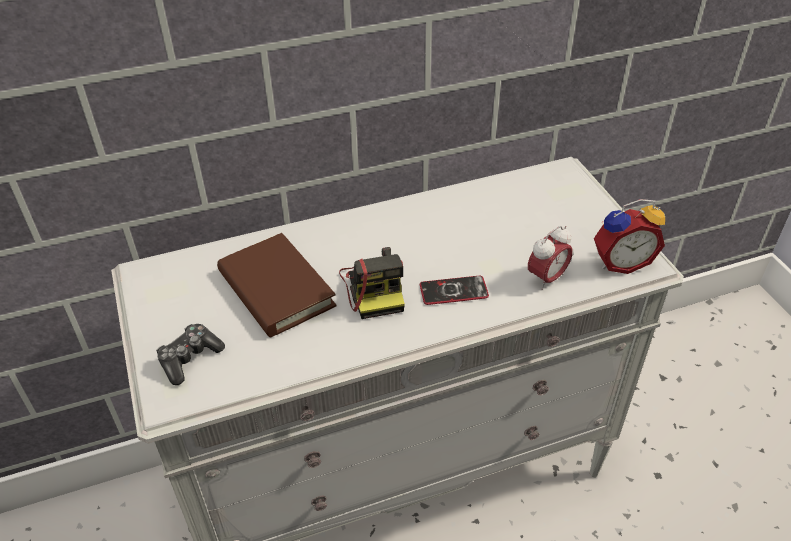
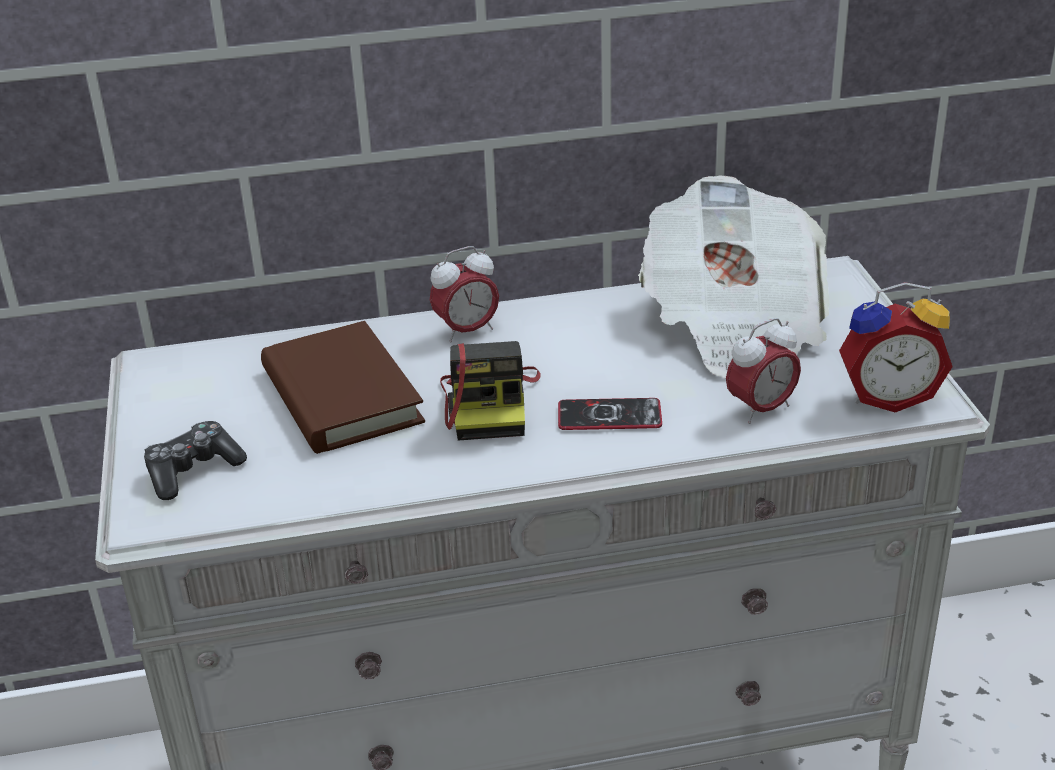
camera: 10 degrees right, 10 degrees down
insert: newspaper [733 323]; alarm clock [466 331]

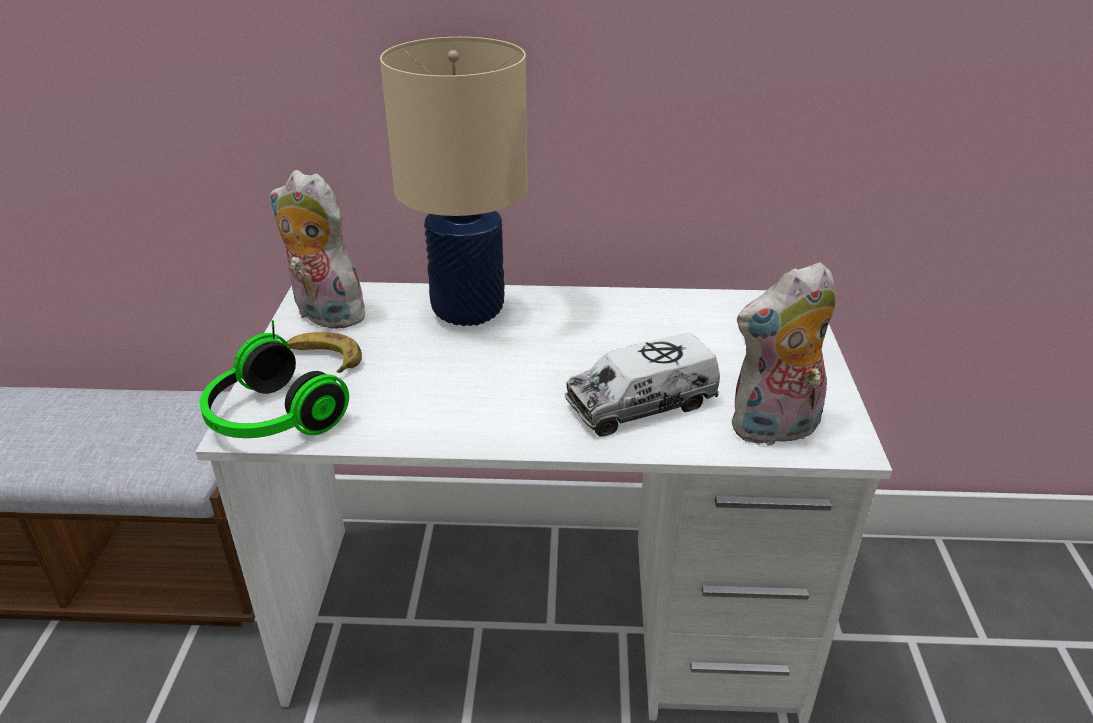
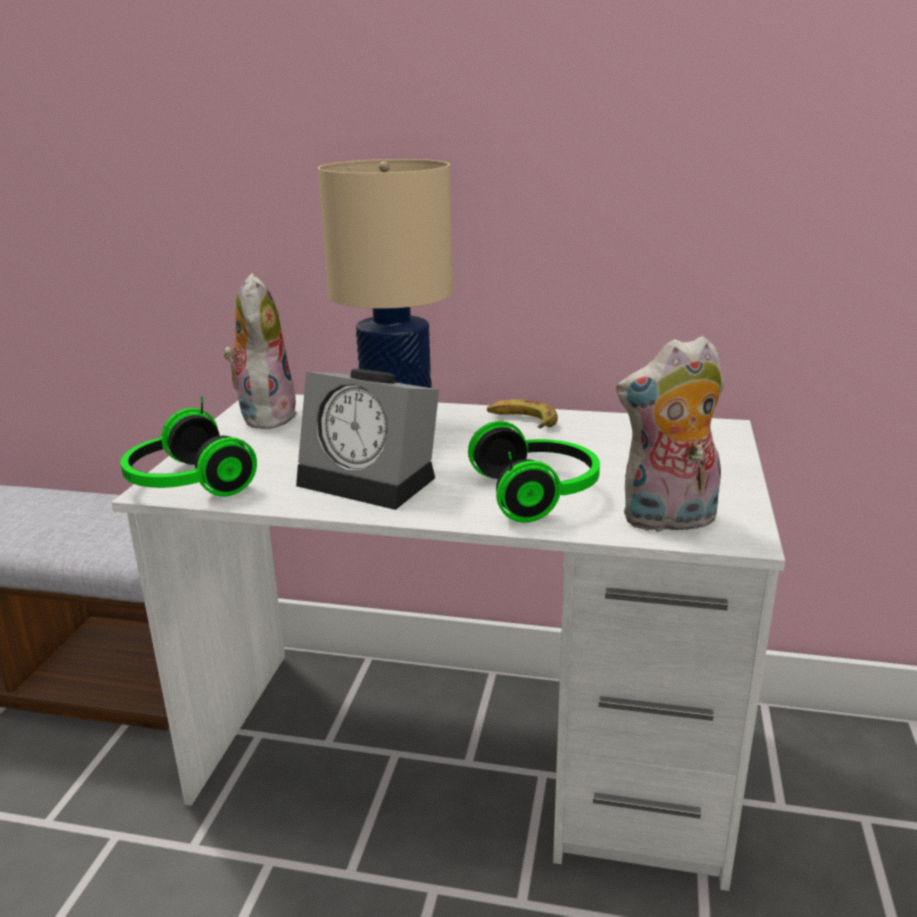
camera: 10 degrees right, 10 degrees down
insert: alarm clock [373 480]
move: banana [324 358] to [521 421]
replace: toy truck [641 404] to headphones [539 494]
rotate: plush toy [324 315] = [264 415] 45 degrees clockwise

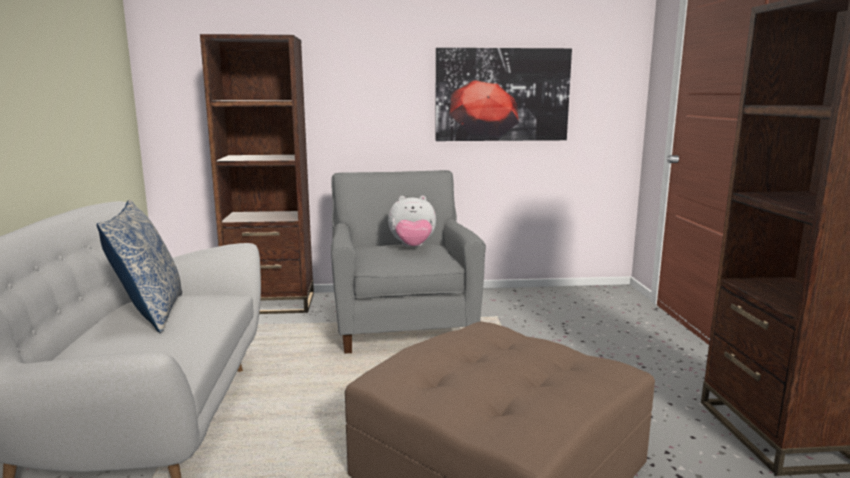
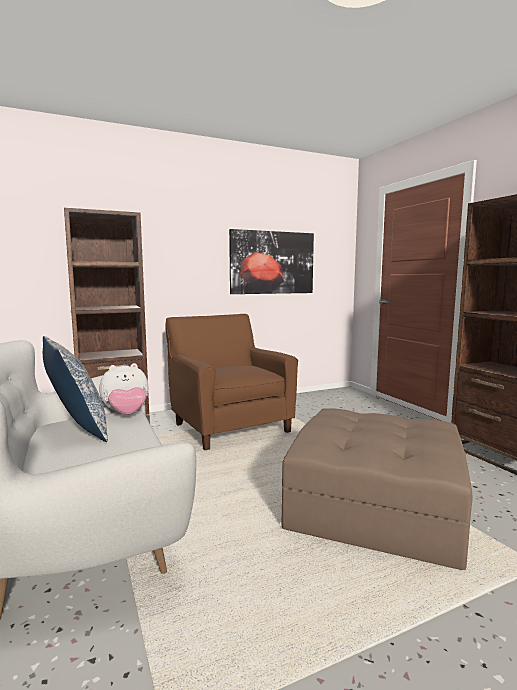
camera: 20 degrees left, 5 degrees down
move: plush toy [412 247] to [126 414]
recolor: grey armchair [401 324] to brown armchair [228 426]

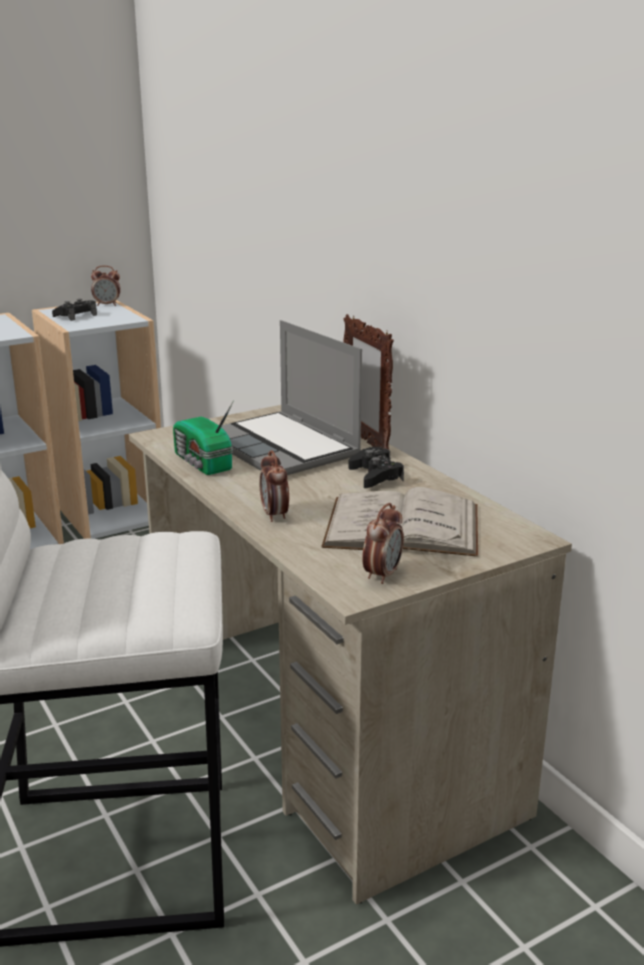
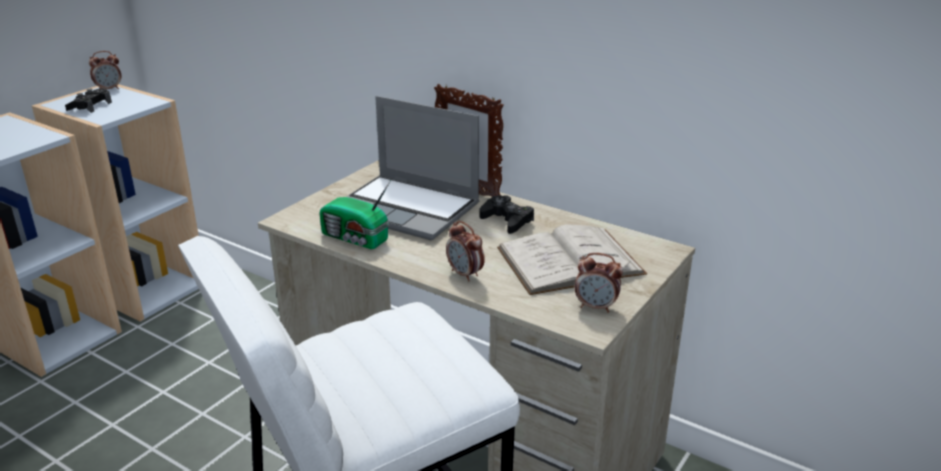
camera: 25 degrees left, 5 degrees up
rotate: alarm clock [382 574] = [596 307] 105 degrees clockwise

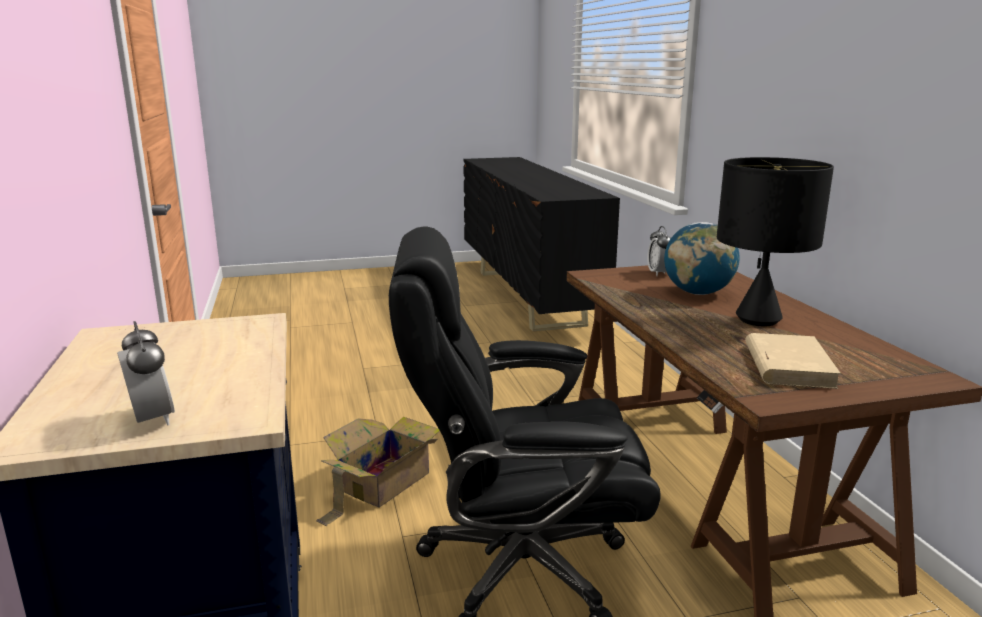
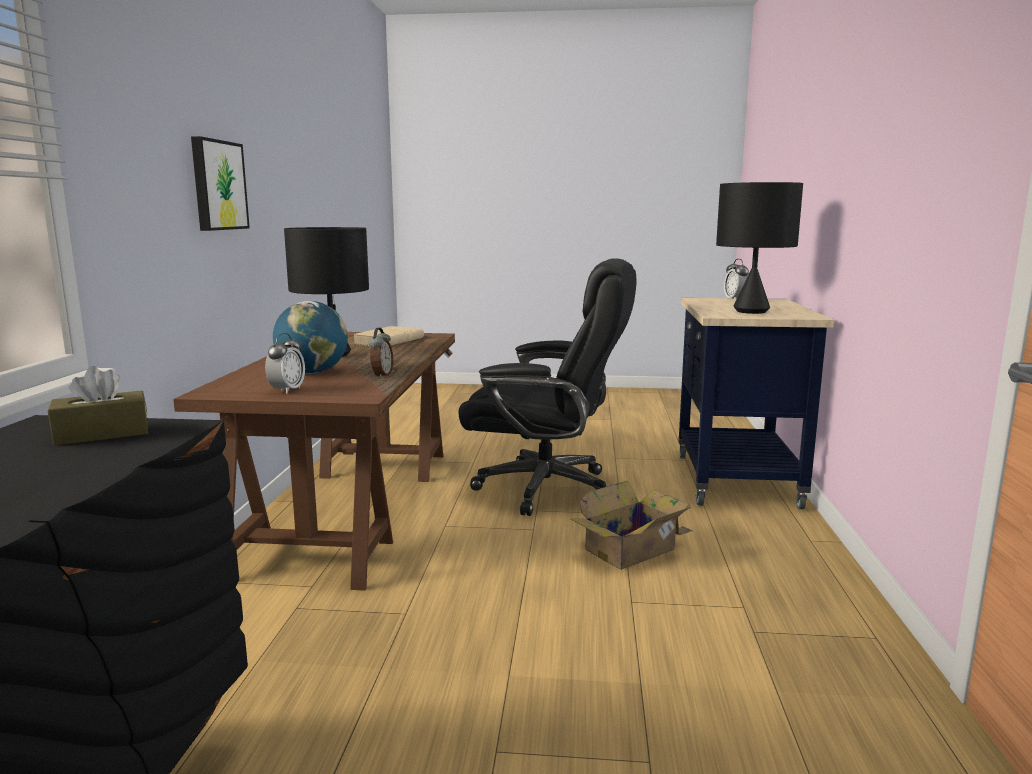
camera: 160 degrees left, 5 degrees down
insert: picture [217 185]; black table lamp [751 311]; alarm clock [381 375]; brown tissue box [102 434]

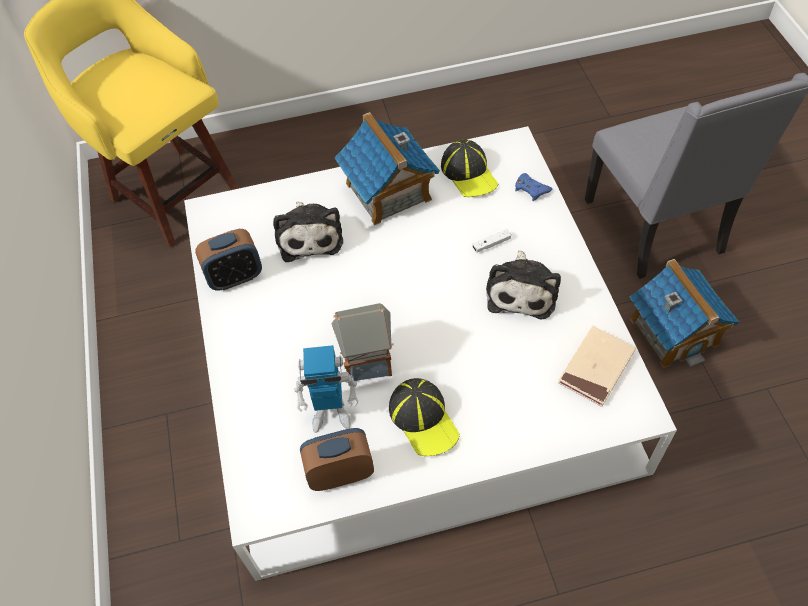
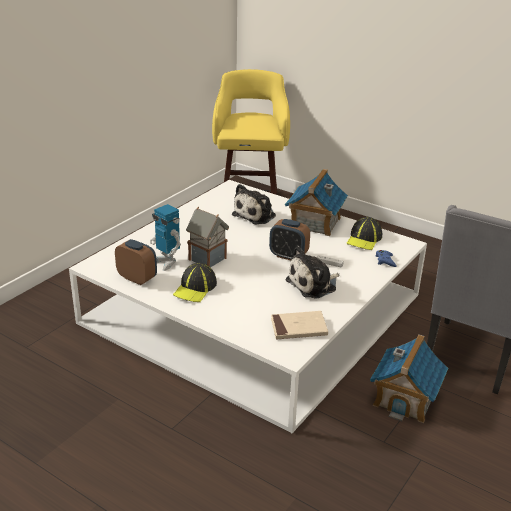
camera: 45 degrees right, 25 degrees down
move: alarm clock [235 277] to [288 256]

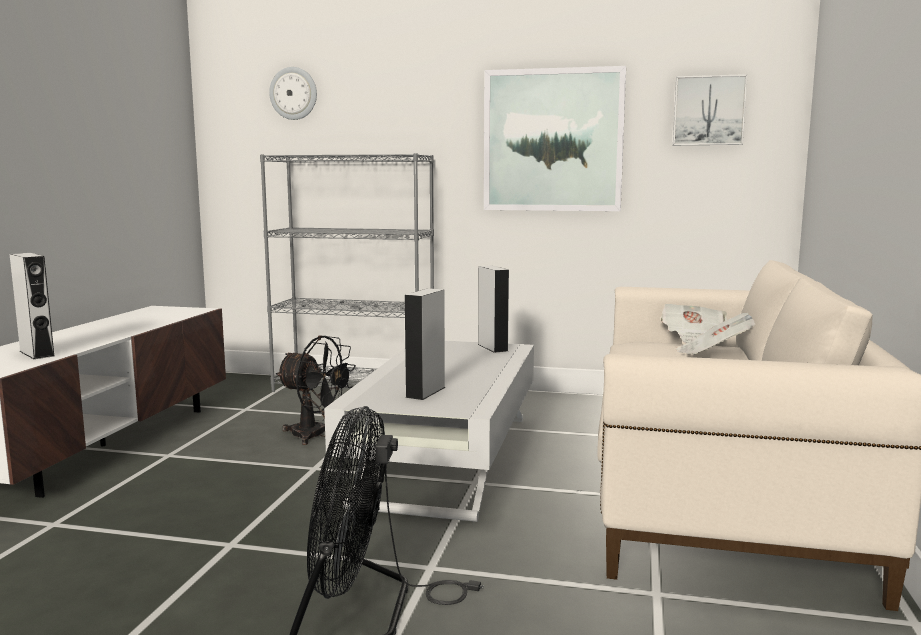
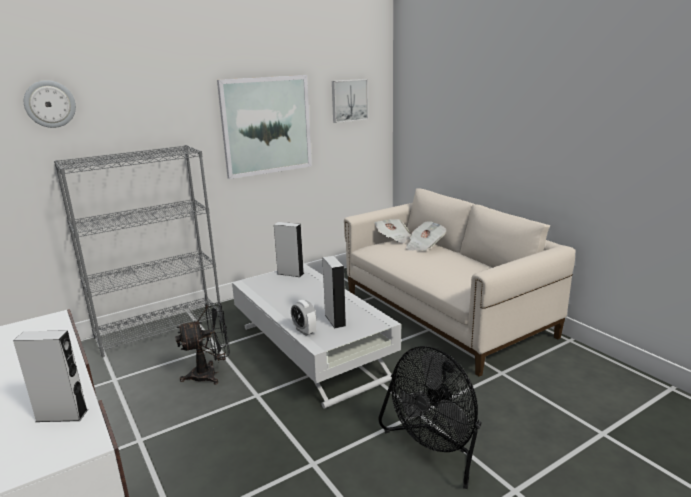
camera: 45 degrees left, 10 degrees up
insert: alarm clock [304 331]

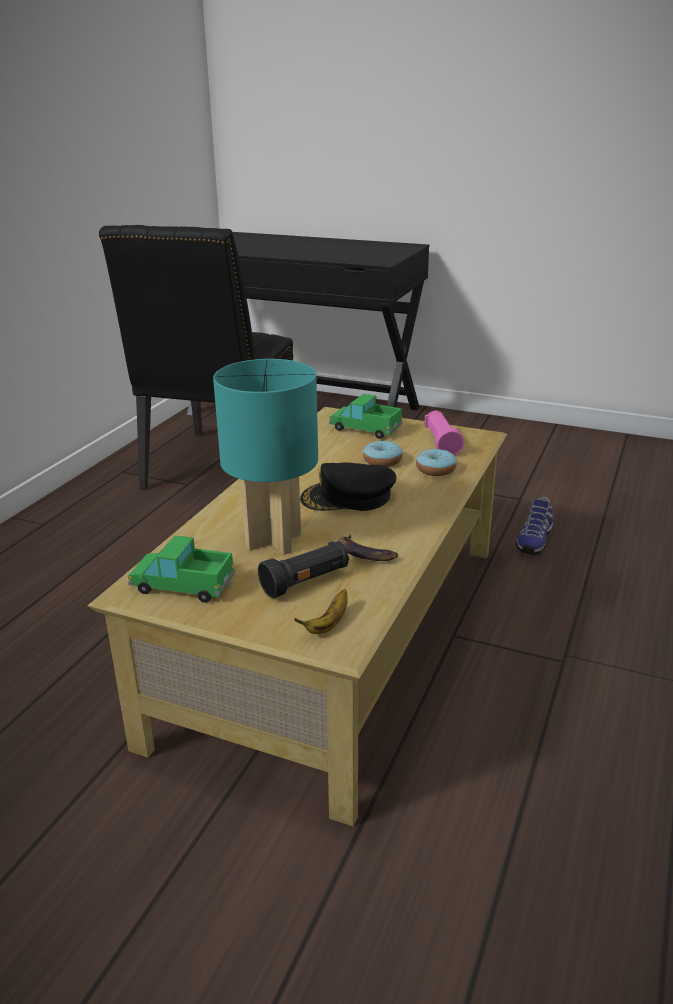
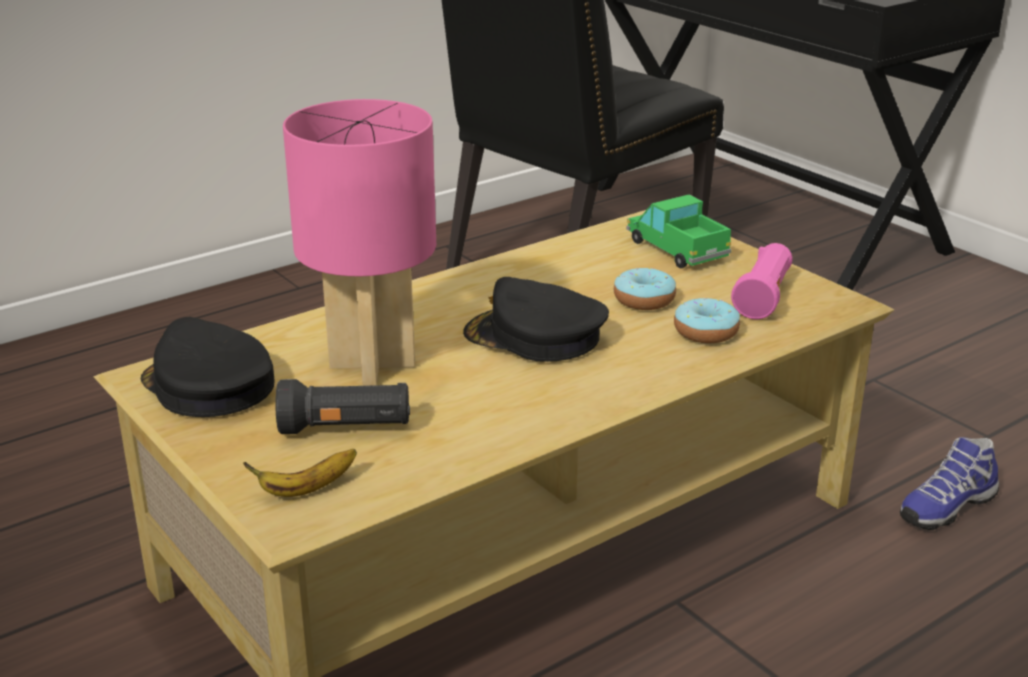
camera: 30 degrees right, 0 degrees up
delete: banana [365 553]
replace: toy truck [183 585] to black cap [208 385]
recolor: turquoise table lamp [274 541] to pink table lamp [373 365]

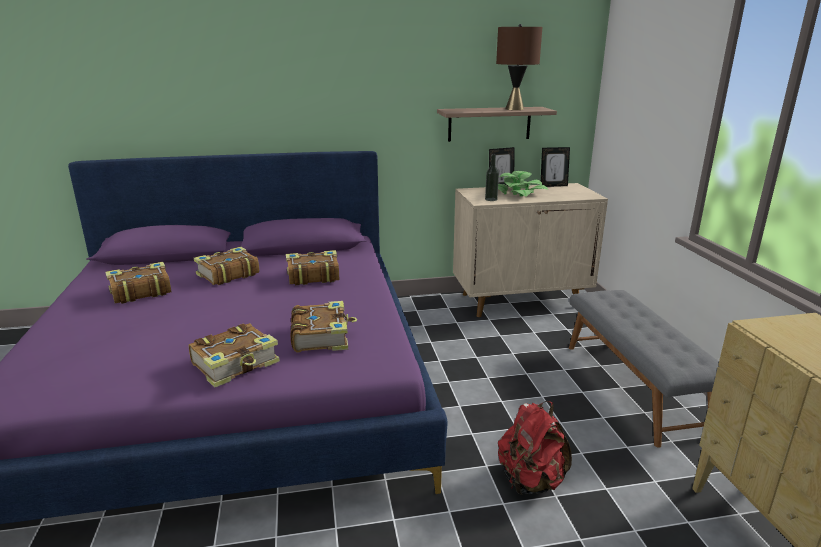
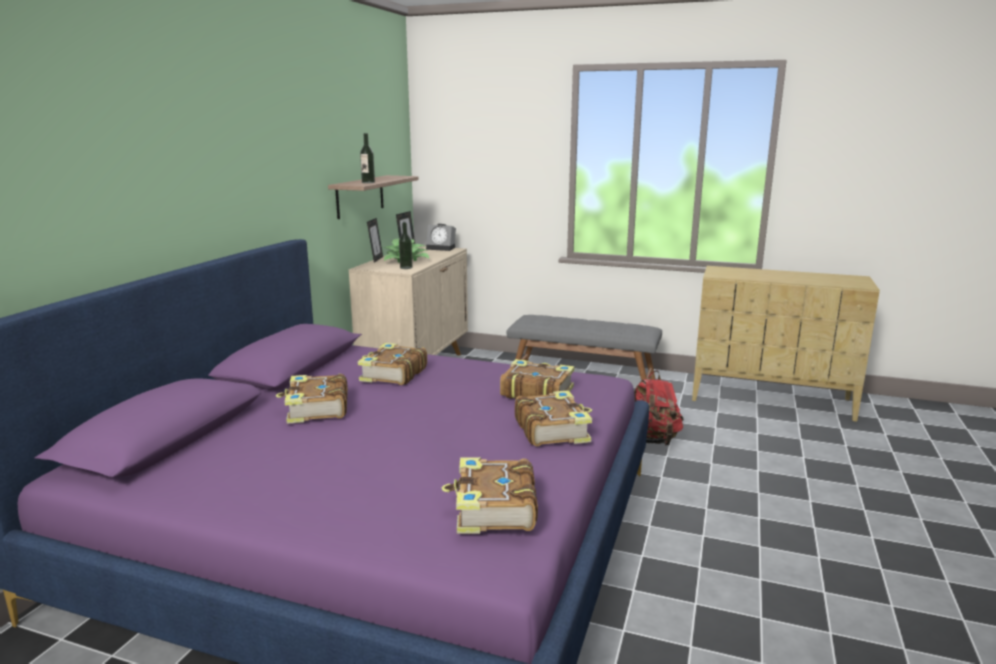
camera: 60 degrees left, 5 degrees down
delete: brown table lamp [514 109]
insert: bottle [368 182]; alarm clock [442 248]
move: book [140 291] to [493 509]

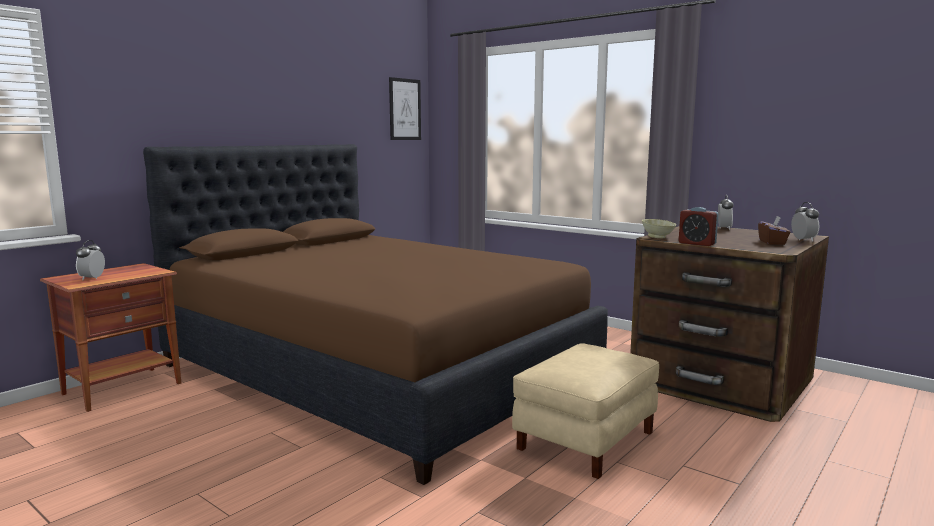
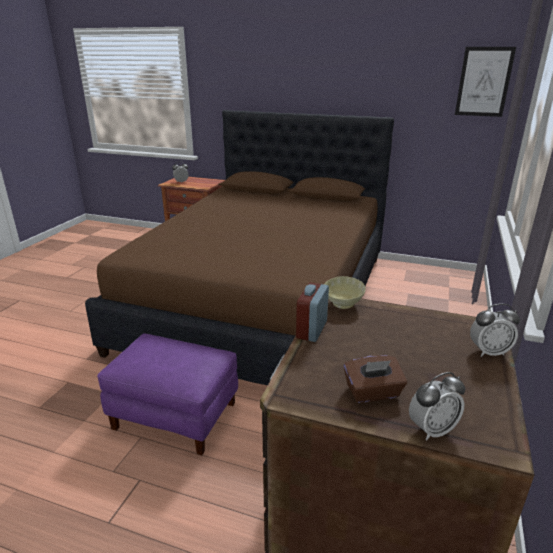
camera: 70 degrees right, 15 degrees up
recolor: beige ottoman [585 440] to purple ottoman [176 415]

